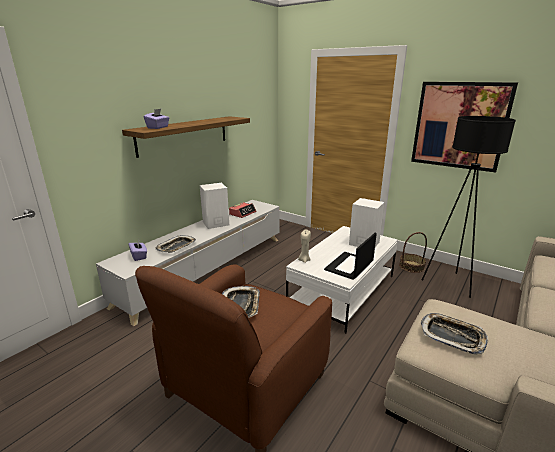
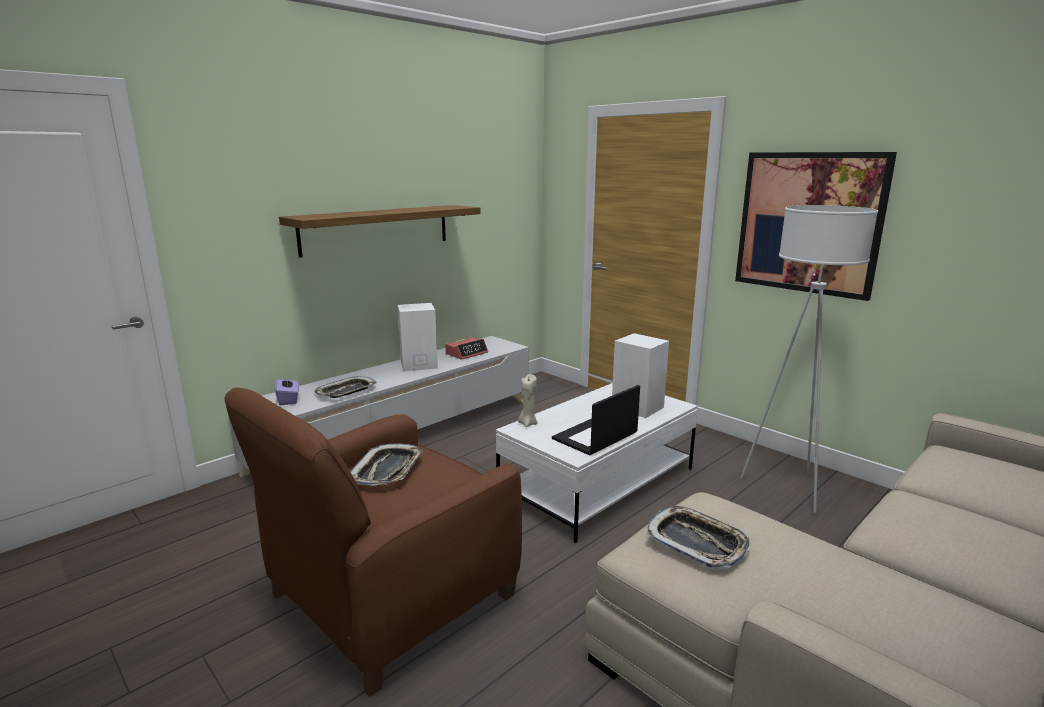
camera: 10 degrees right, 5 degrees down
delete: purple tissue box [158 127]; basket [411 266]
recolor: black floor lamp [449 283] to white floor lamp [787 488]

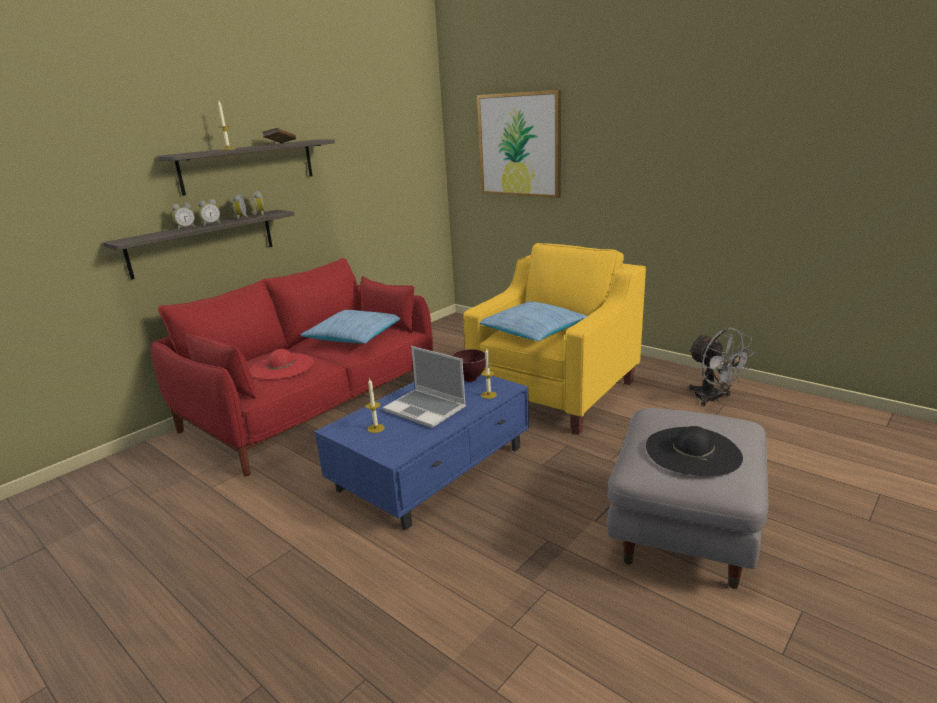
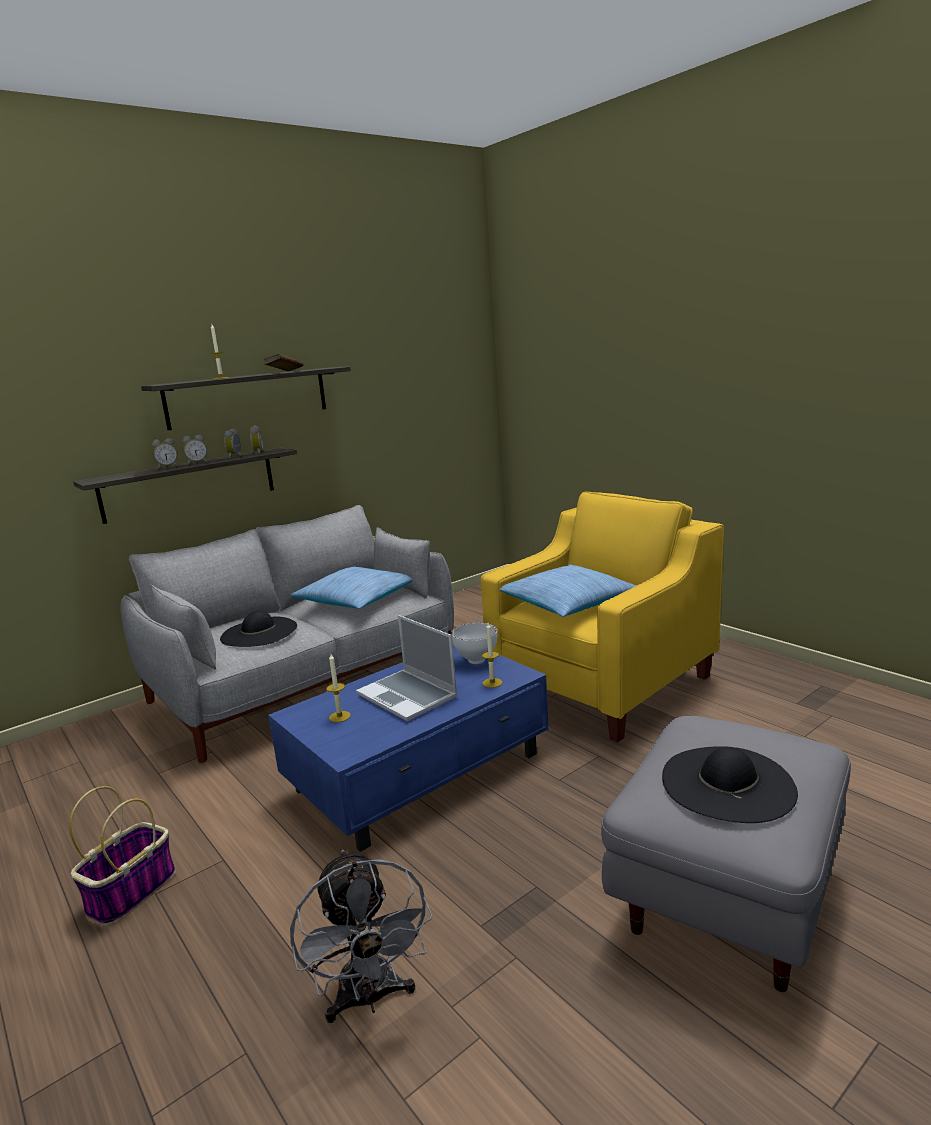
camera: 10 degrees right, 5 degrees down
delete: picture [519 145]
insert: basket [132 891]
move: grey fan [713 399] to [370 999]
recolor: red sofa [313 406] to grey sofa [305 681]; red hat [282 367] to black hat [259 632]; brown bowl [469 380] to white bowl [476 661]

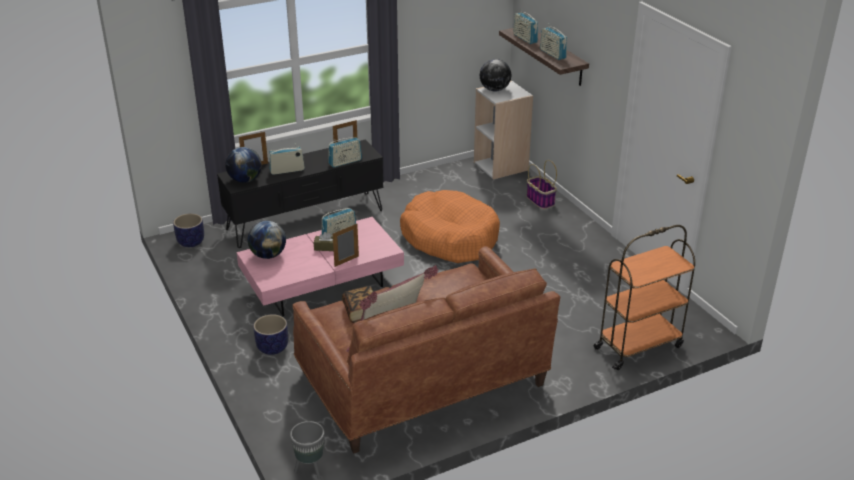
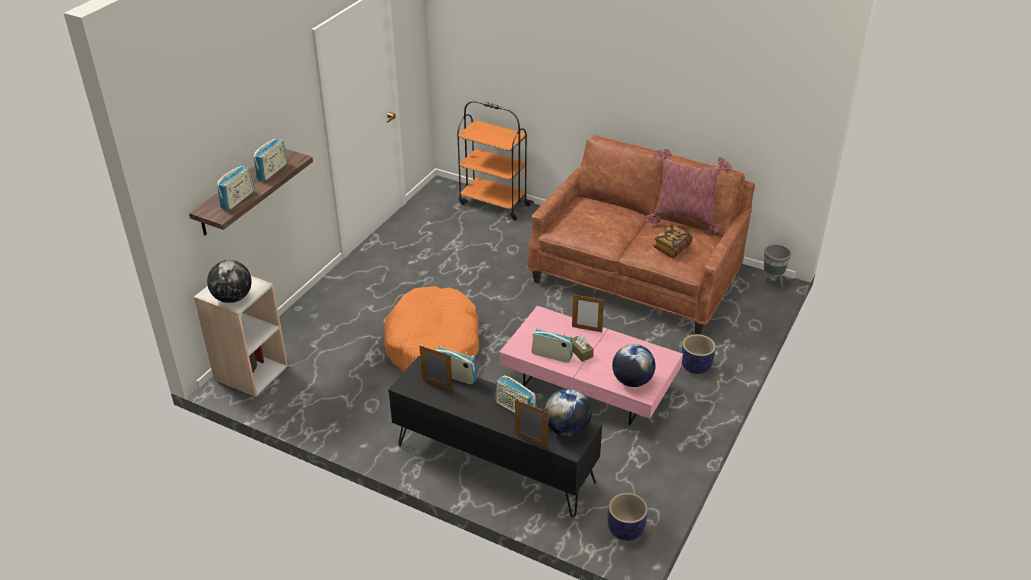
camera: 125 degrees left, 5 degrees up
delete: basket [541 201]

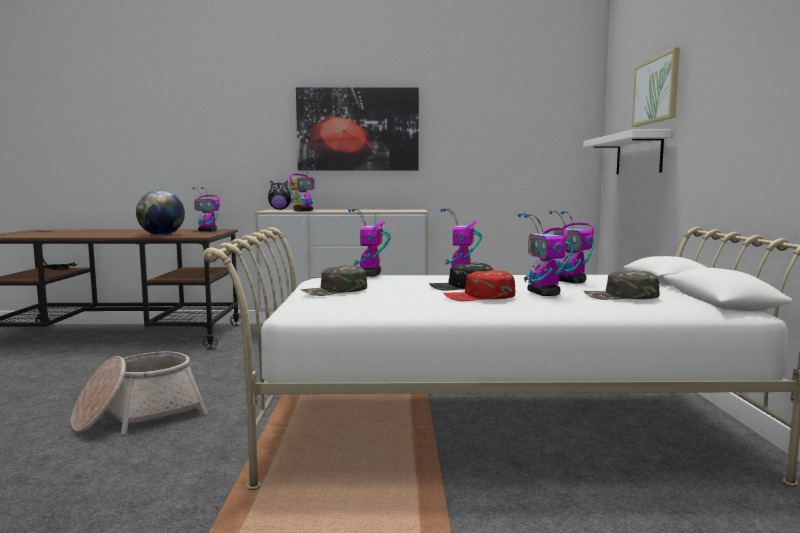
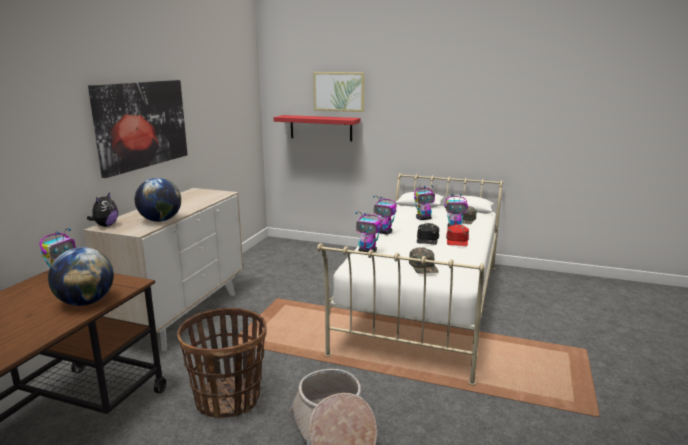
camera: 70 degrees left, 10 degrees up
insert: basket [228 399]
replace: toy robot [303 211] to globe [160 220]
recolor: white shelf [638 154] to red shelf [321 128]

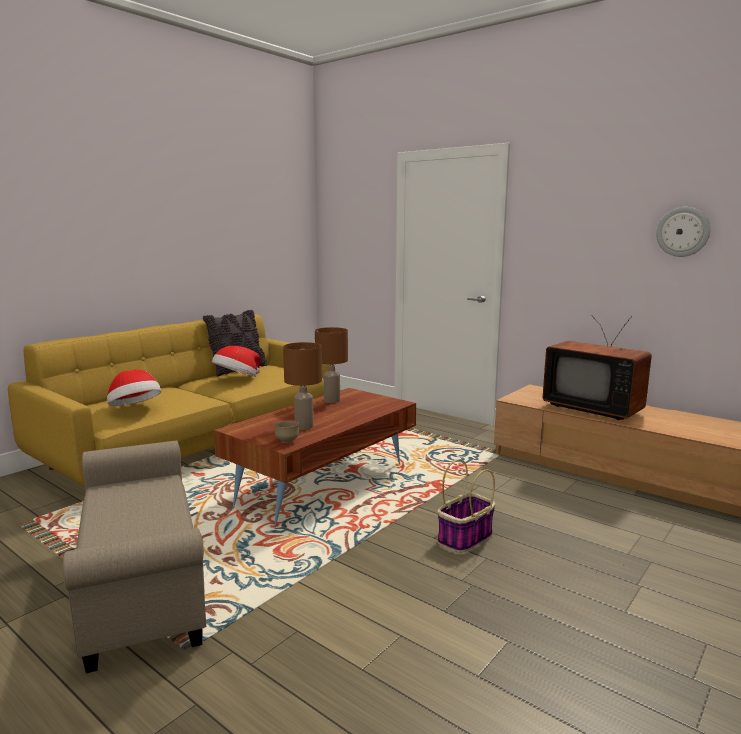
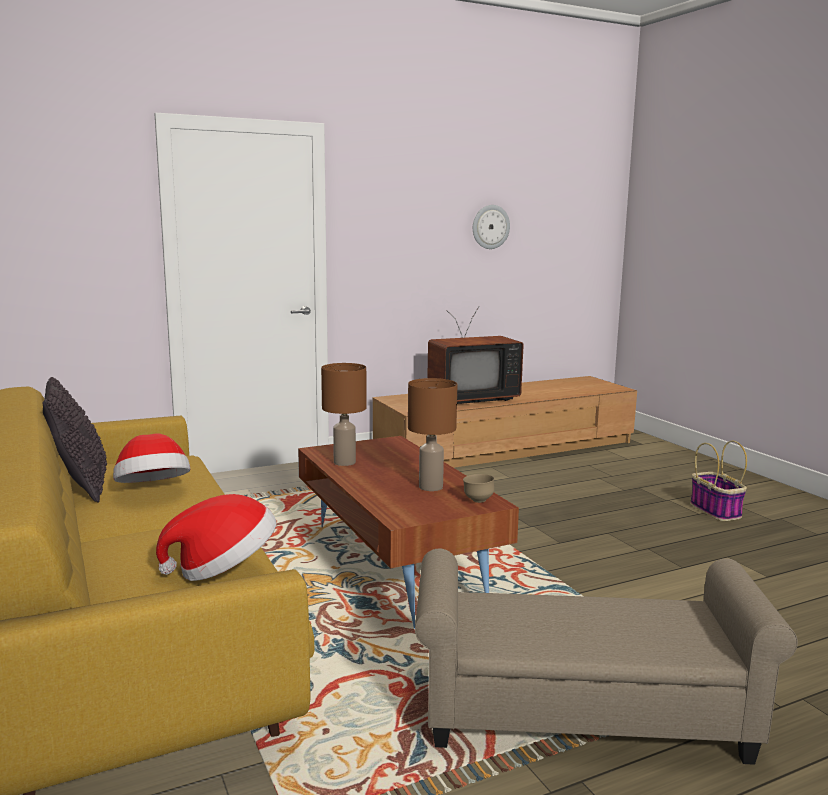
camera: 65 degrees left, 0 degrees up
move: basket [465 538] to [716 511]

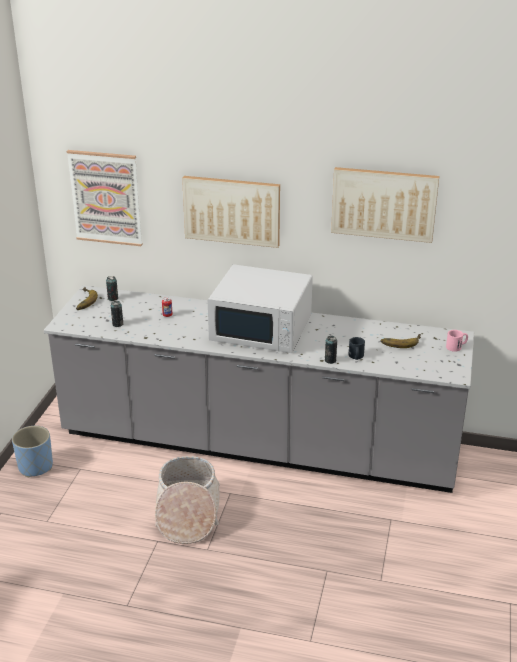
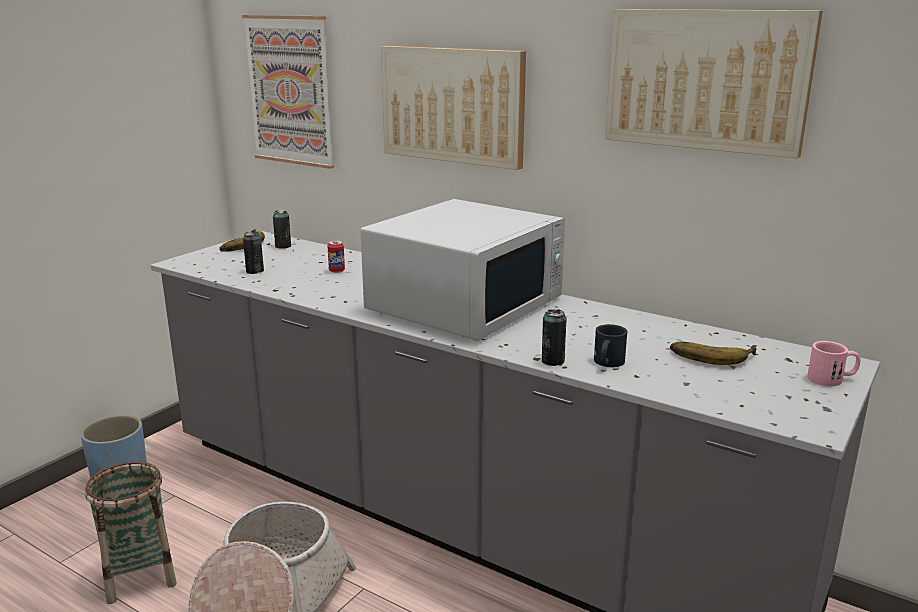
camera: 20 degrees right, 10 degrees down
insert: basket [140 575]
rotate: white microwave [262 329] = [466 304] 90 degrees counterclockwise

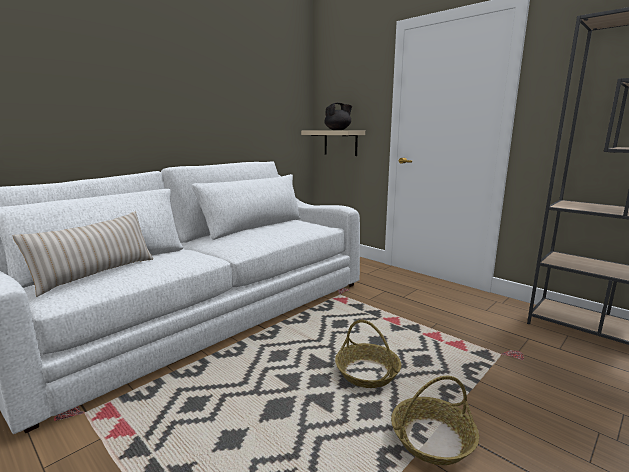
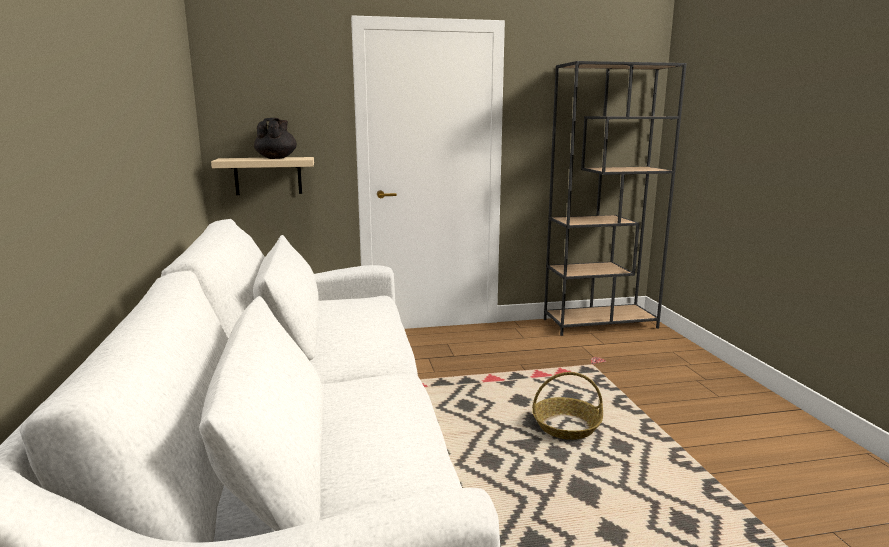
camera: 55 degrees left, 0 degrees up
delete: beige pillow [96 274]; basket [432 438]

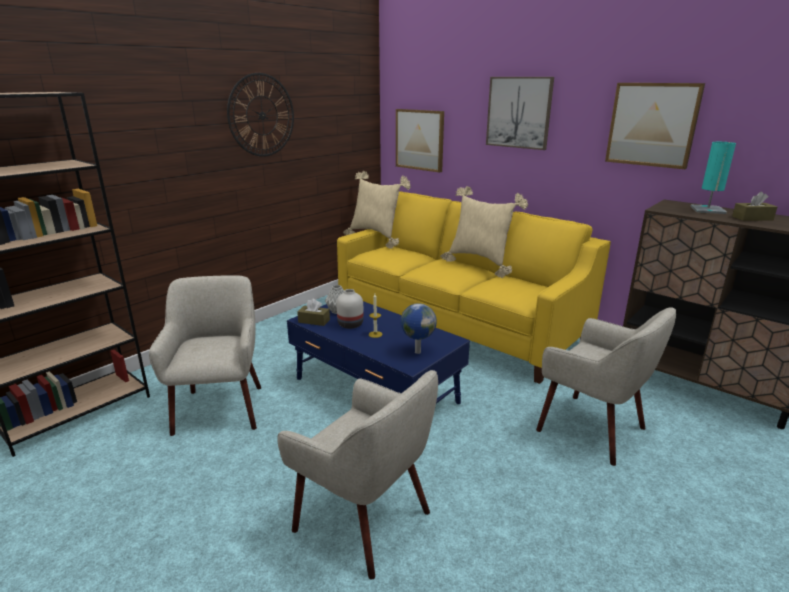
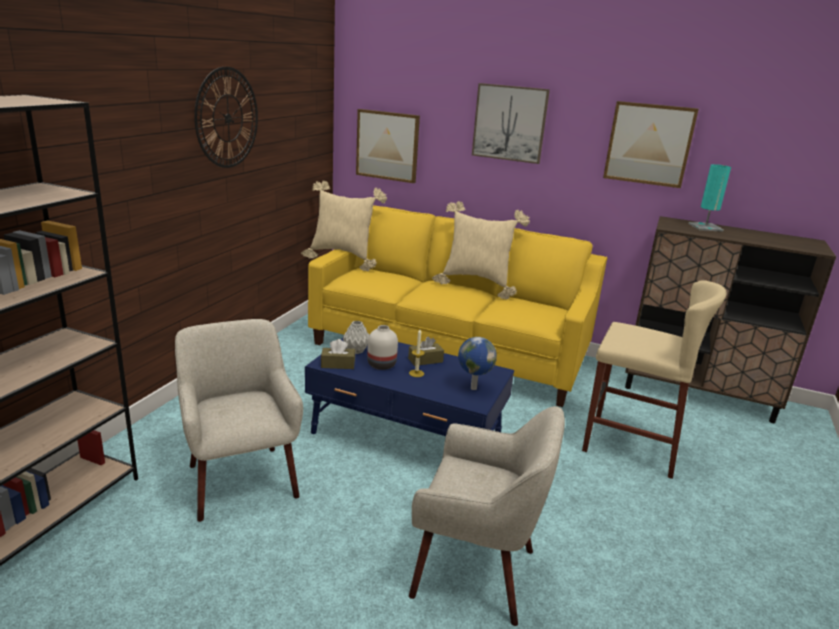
camera: 20 degrees left, 0 degrees up
move: brown tissue box [752 218] to [425 360]
replace: beige armchair [592 429] to beige stool [631 445]

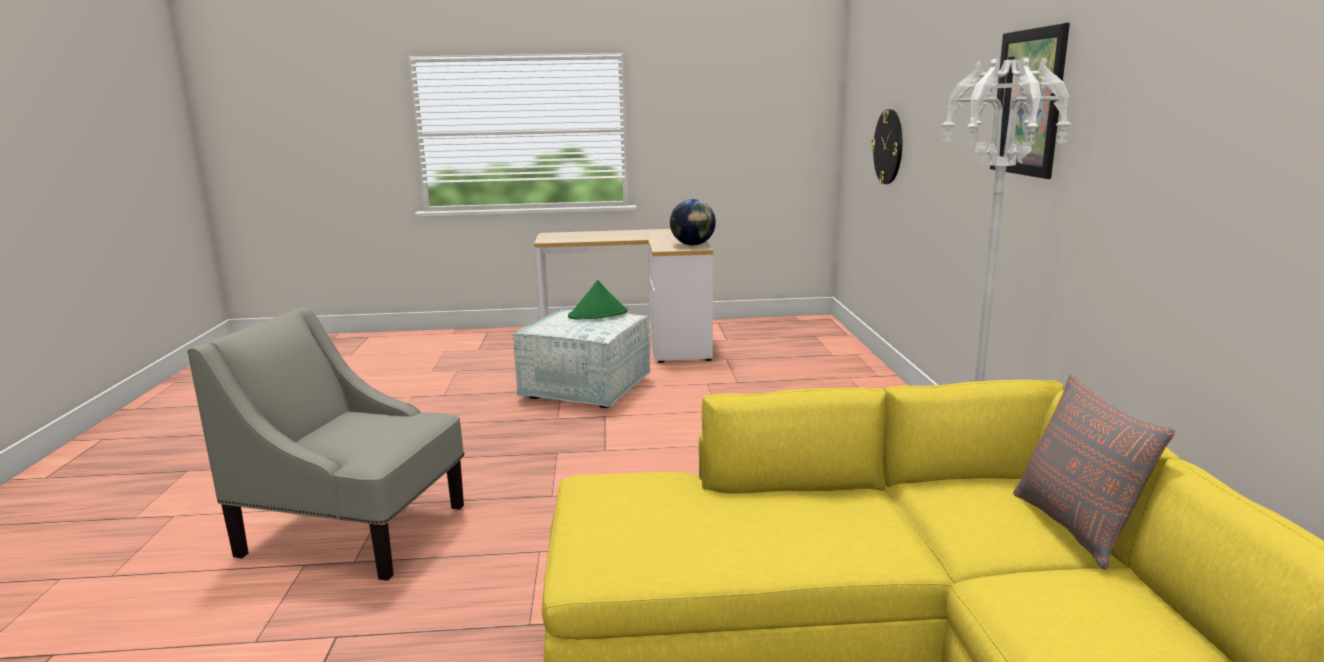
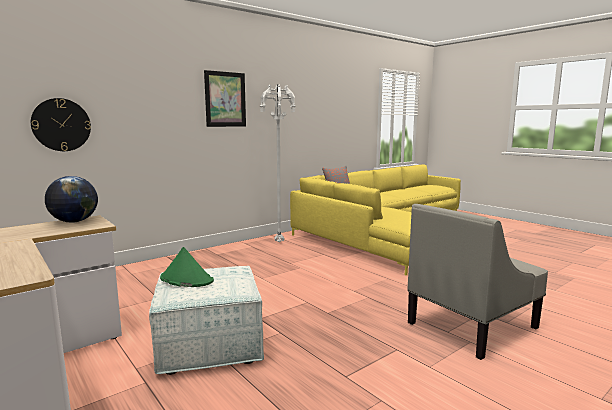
camera: 125 degrees left, 5 degrees down
rotate: grey armchair [357 530] = [472 325] 75 degrees clockwise

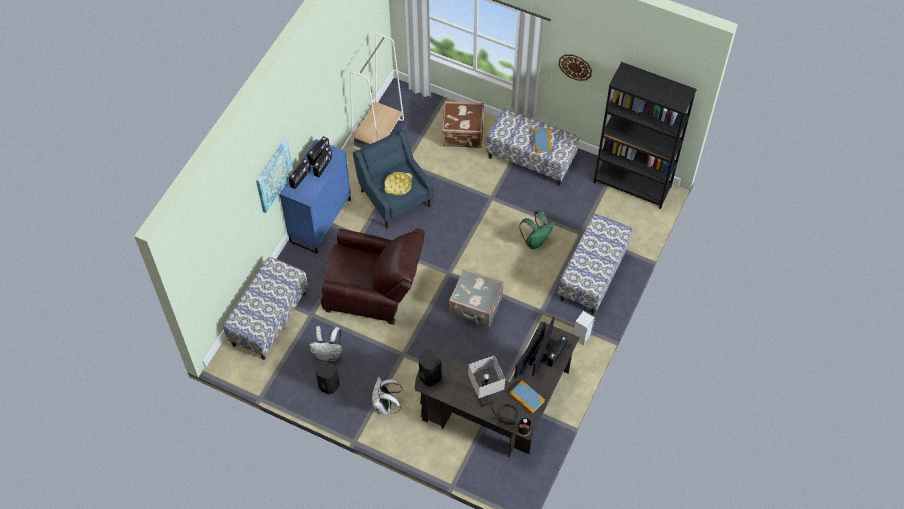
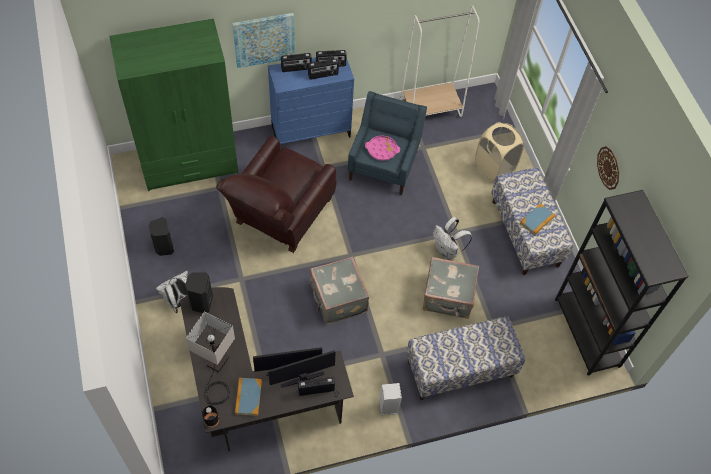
camera: 45 degrees right, 0 degrees up
move: white backpack [329 354] to [447 251]
replace: brown suitcase [463 134] to beige laundry basket [494 167]; green backpack [536 241] to grey suitcase [448 297]; bench [269 318] to green wardrobe [189 163]
recolor: yellow tray [398 185] to pink tray [382 150]
rotate: brown armchair [374 293] = [279 216] 60 degrees clockwise

